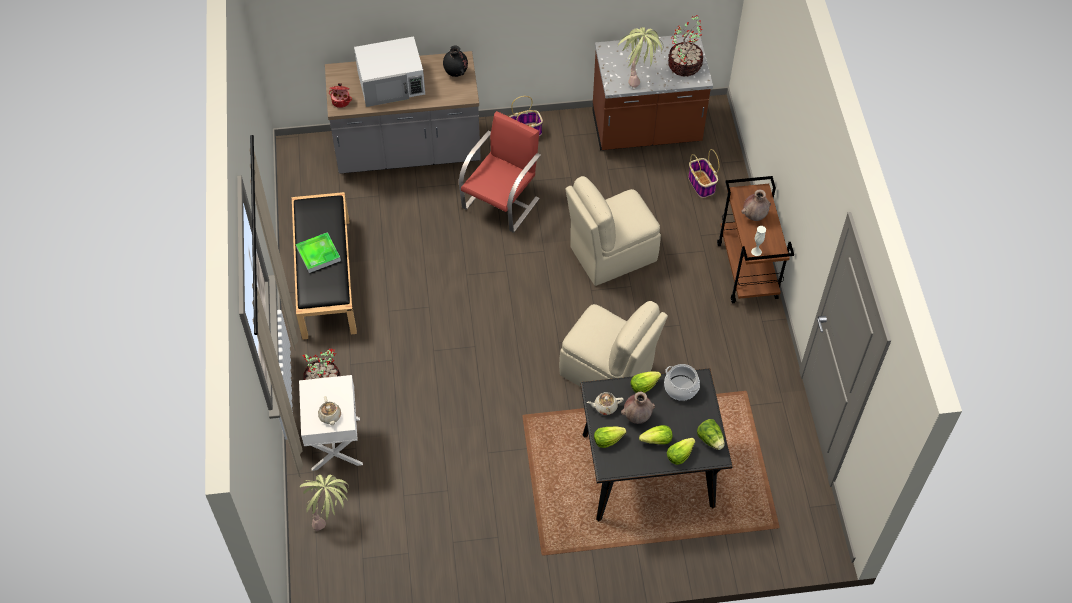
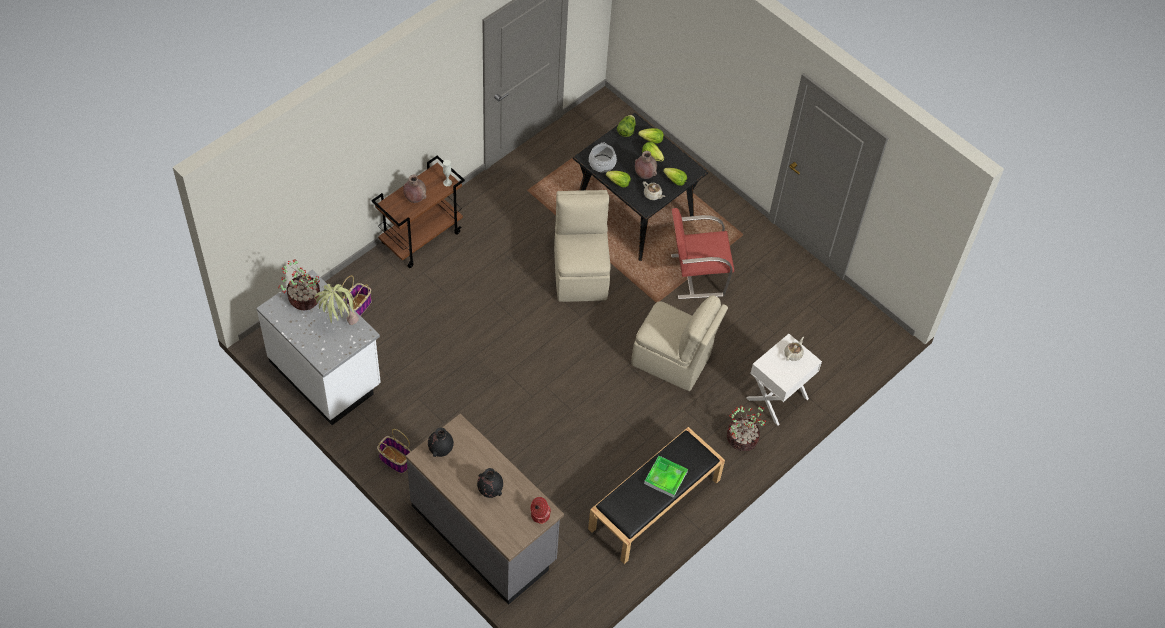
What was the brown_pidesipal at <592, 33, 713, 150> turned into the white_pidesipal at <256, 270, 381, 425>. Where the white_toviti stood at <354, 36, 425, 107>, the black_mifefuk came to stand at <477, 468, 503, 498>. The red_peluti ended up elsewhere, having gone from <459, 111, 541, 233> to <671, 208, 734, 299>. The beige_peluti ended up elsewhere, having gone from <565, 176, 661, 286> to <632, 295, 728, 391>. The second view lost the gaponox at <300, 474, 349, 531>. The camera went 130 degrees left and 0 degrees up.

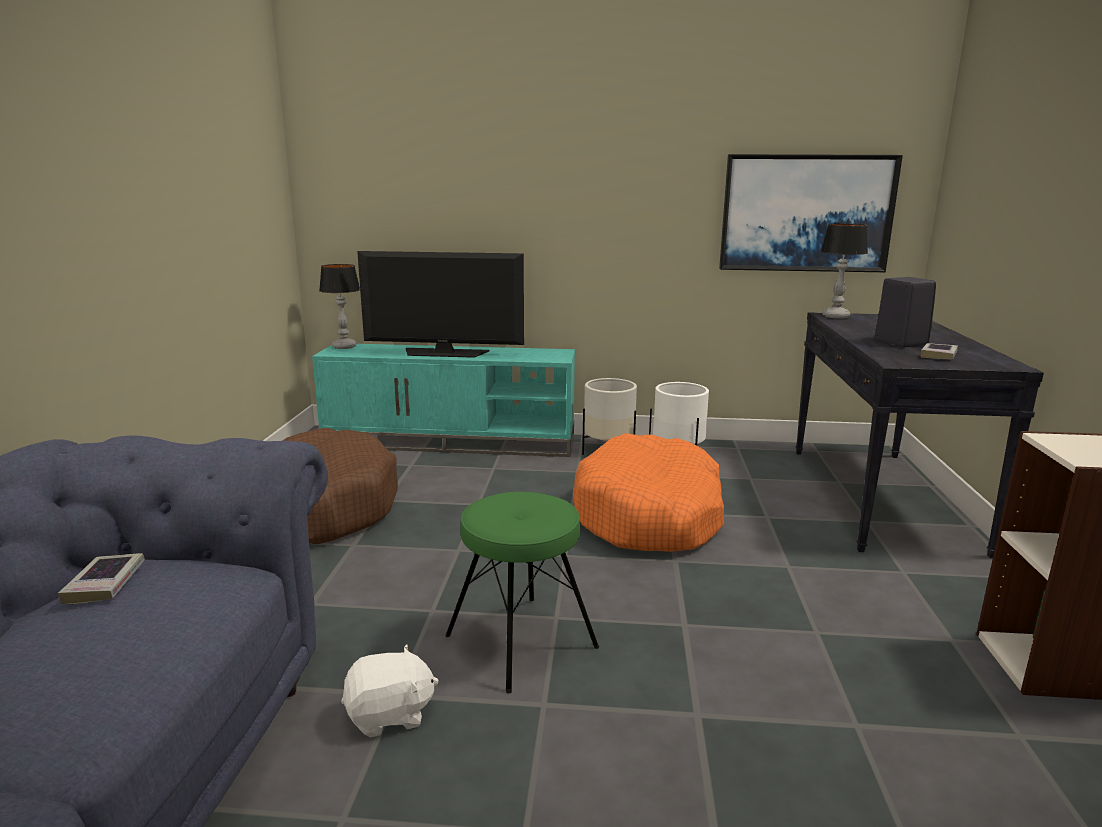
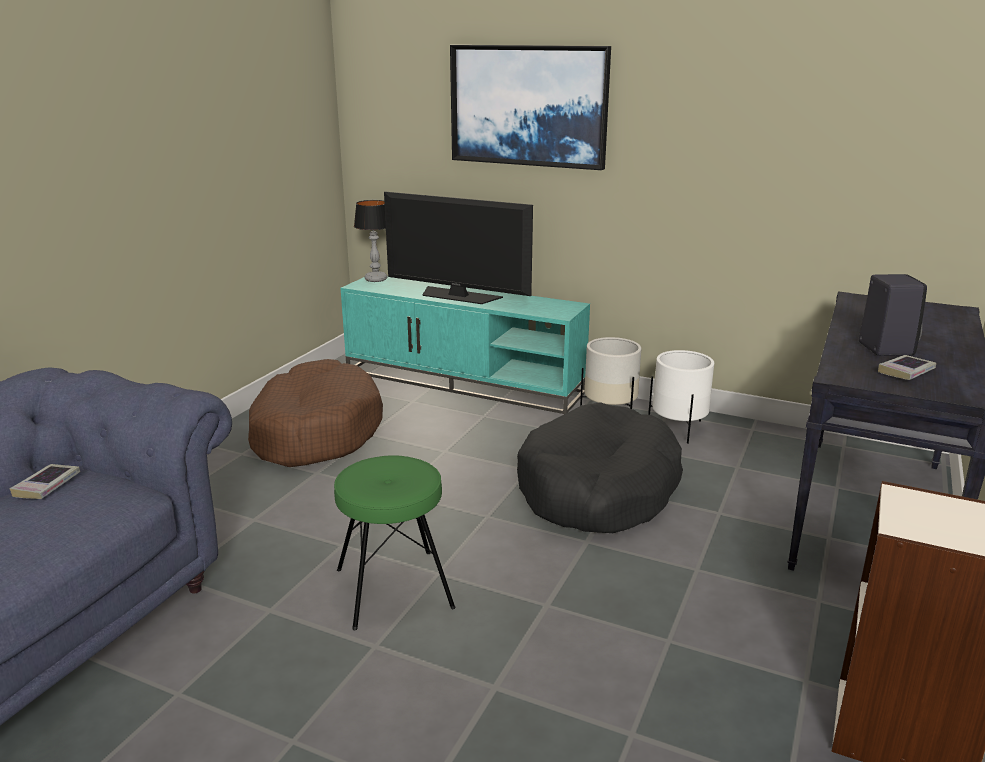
The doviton ended up elsewhere, having gone from <719, 154, 903, 272> to <450, 45, 611, 170>. The second view lost the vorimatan at <820, 224, 868, 319>. What was the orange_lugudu at <573, 433, 724, 552> turned into the black_lugudu at <517, 402, 683, 533>. The second view lost the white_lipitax at <341, 644, 439, 737>. The camera went 20 degrees right and 5 degrees up.

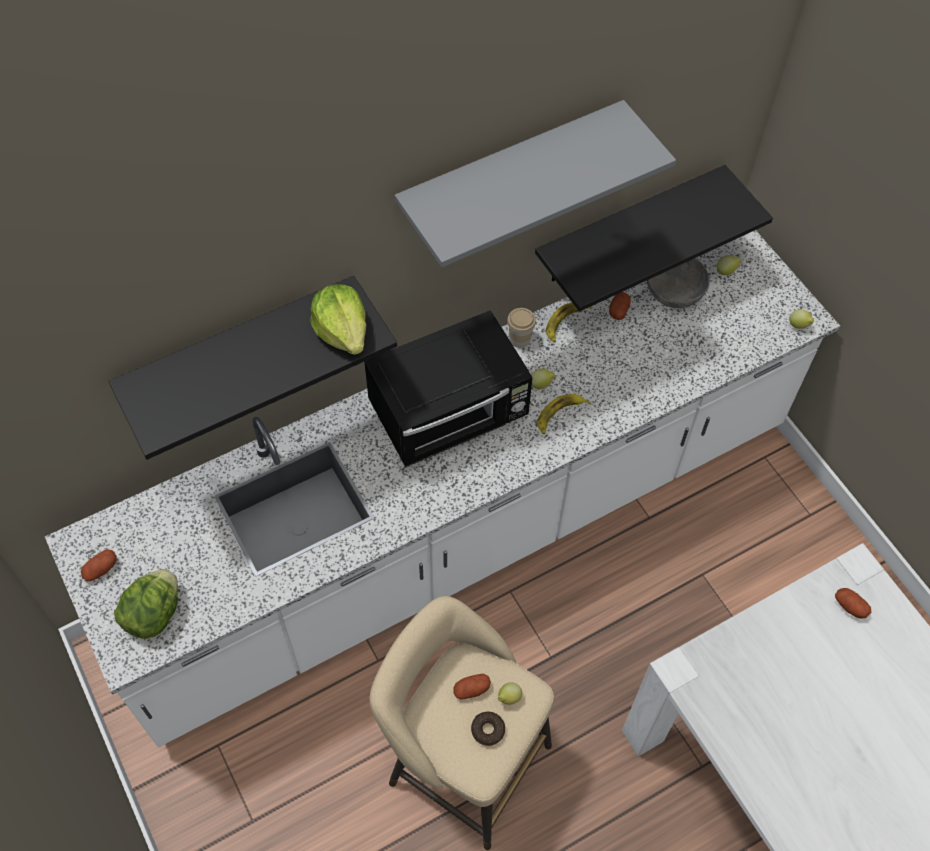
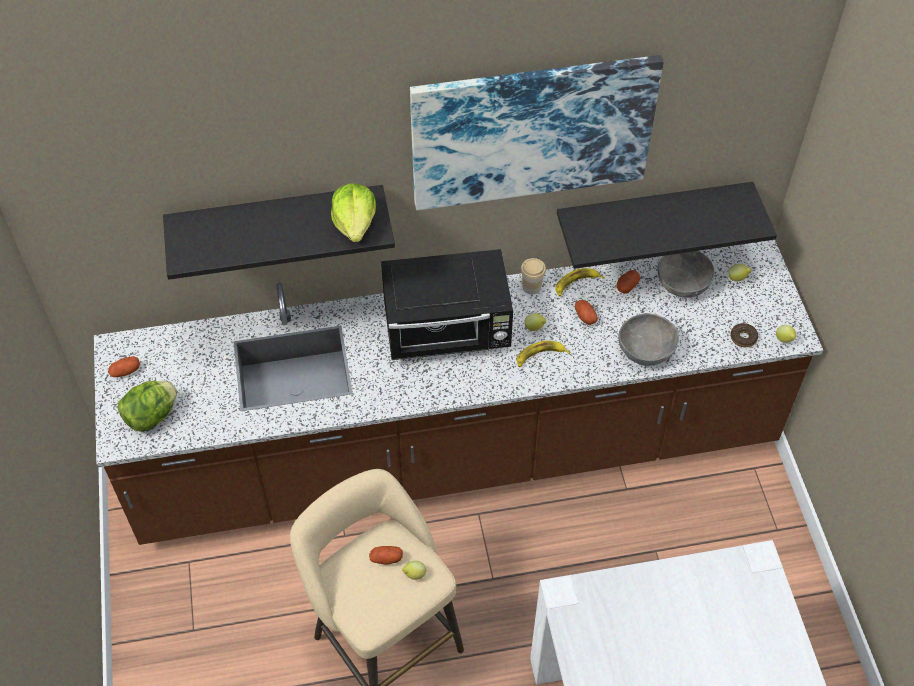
Where the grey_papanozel hung at <395, 100, 676, 267>, the doviton came to hang at <410, 55, 664, 210>. What was the white_pidesipal at <45, 230, 840, 747> turned into the brown_pidesipal at <94, 240, 823, 545>. The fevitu ended up elsewhere, having gone from <835, 588, 871, 619> to <575, 300, 598, 325>. The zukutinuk ended up elsewhere, having gone from <471, 712, 505, 746> to <731, 323, 758, 347>. The second view gained the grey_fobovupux at <619, 313, 679, 366>. The camera went 20 degrees right and 5 degrees down.

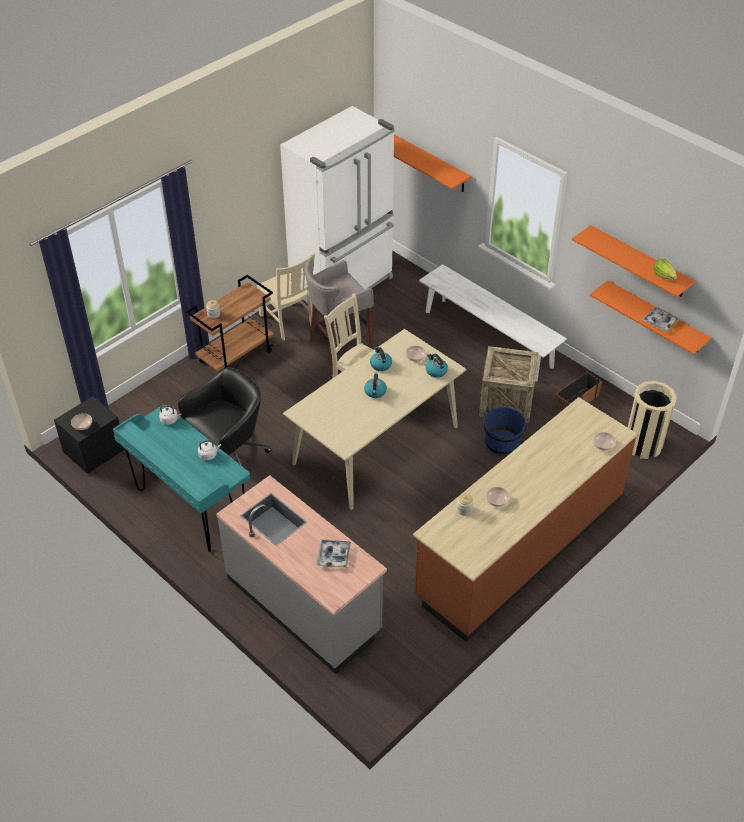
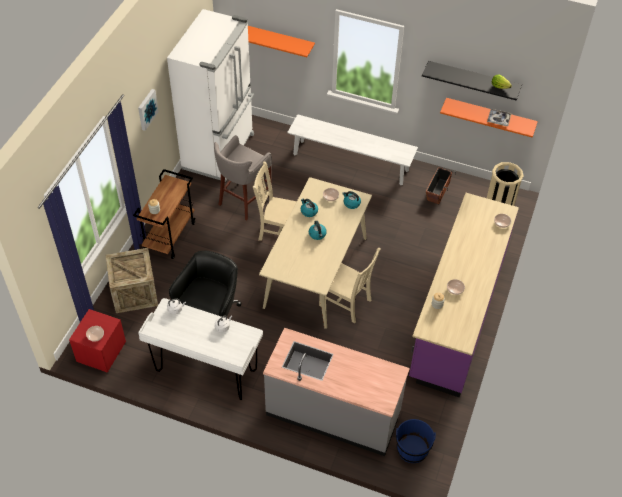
What was the orange_papanozel at <572, 225, 695, 297> turned into the black_papanozel at <422, 61, 522, 101>. The beige_peluti ended up elsewhere, having gone from <257, 253, 315, 340> to <319, 248, 381, 324>. The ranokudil ended up elsewhere, having gone from <479, 346, 539, 423> to <105, 248, 158, 313>. What was the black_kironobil at <54, 396, 125, 474> turned into the red_kironobil at <69, 309, 126, 373>. What was the brown_pidesipal at <413, 397, 637, 642> turned into the purple_pidesipal at <409, 193, 519, 397>. What was the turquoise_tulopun at <113, 406, 250, 552> turned into the white_tulopun at <138, 298, 263, 400>. The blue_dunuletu ended up elsewhere, having gone from <484, 407, 526, 456> to <396, 419, 436, 463>. The second view lost the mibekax at <316, 539, 351, 568>. The second view gained the doviton at <138, 89, 159, 131>. The camera went 25 degrees left and 5 degrees up.

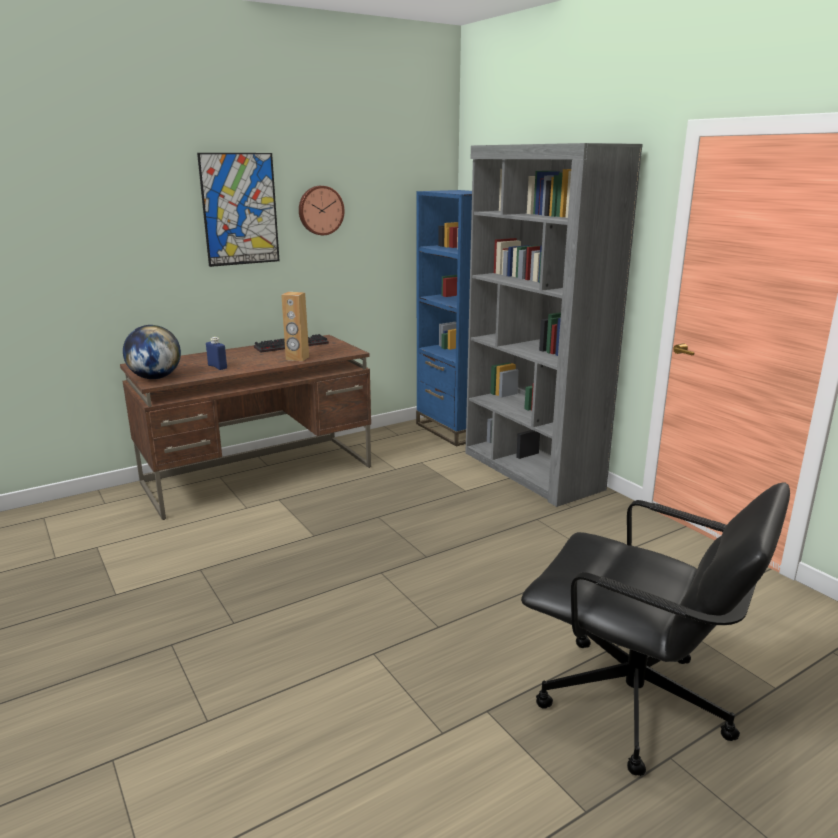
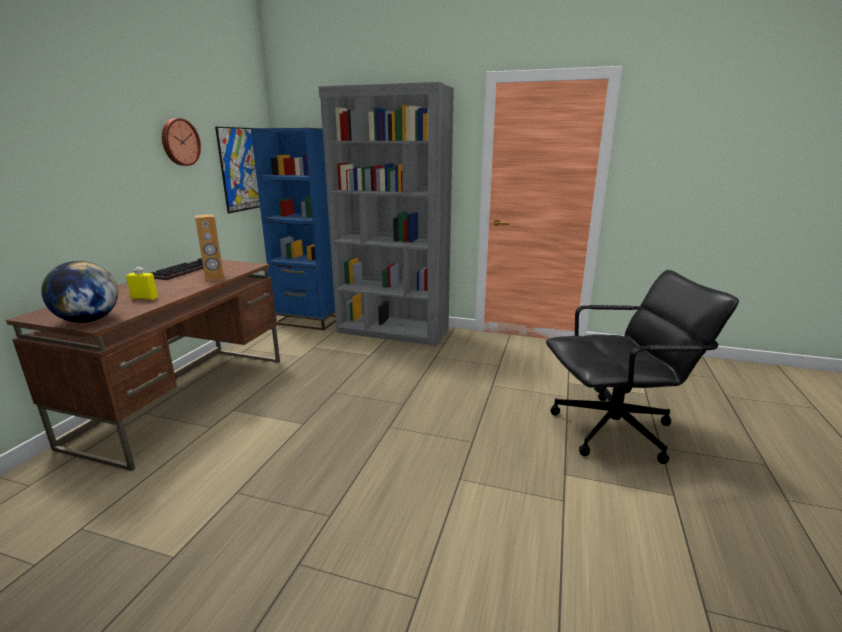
The doviton ended up elsewhere, having gone from <197, 153, 280, 267> to <215, 127, 260, 214>. What was the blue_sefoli at <206, 337, 227, 370> turned into the yellow_sefoli at <126, 267, 158, 300>. The camera went 40 degrees left and 0 degrees up.

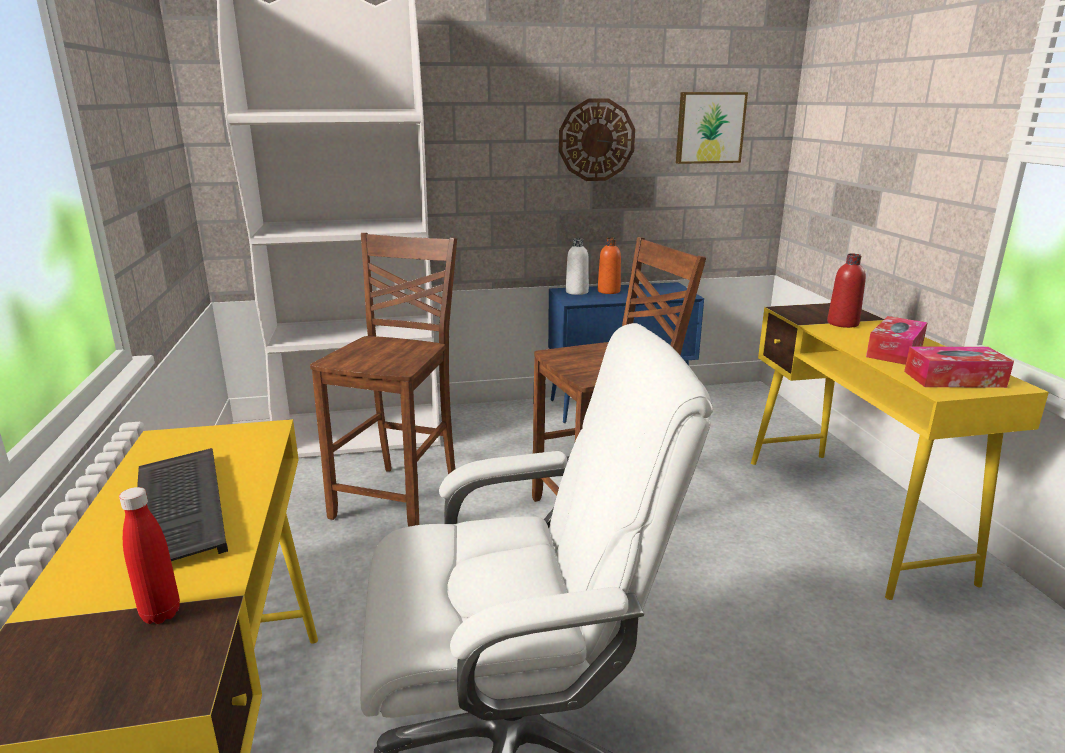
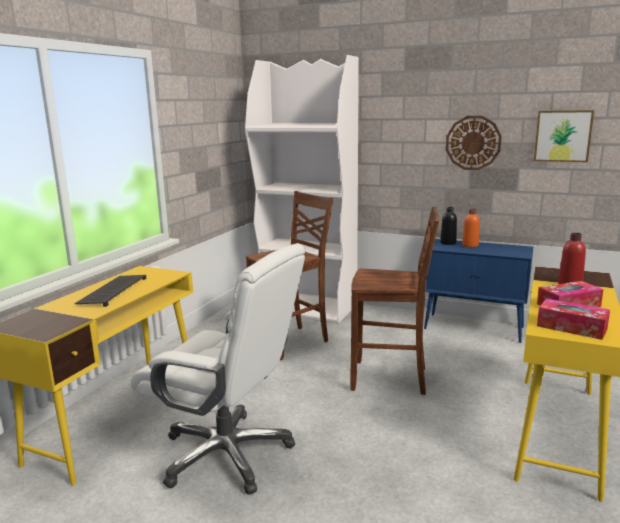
What was the white_sefoli at <566, 238, 589, 295> turned into the black_sefoli at <440, 207, 457, 245>. The second view lost the red_sefoli at <119, 487, 180, 624>. The camera went 35 degrees right and 5 degrees down.

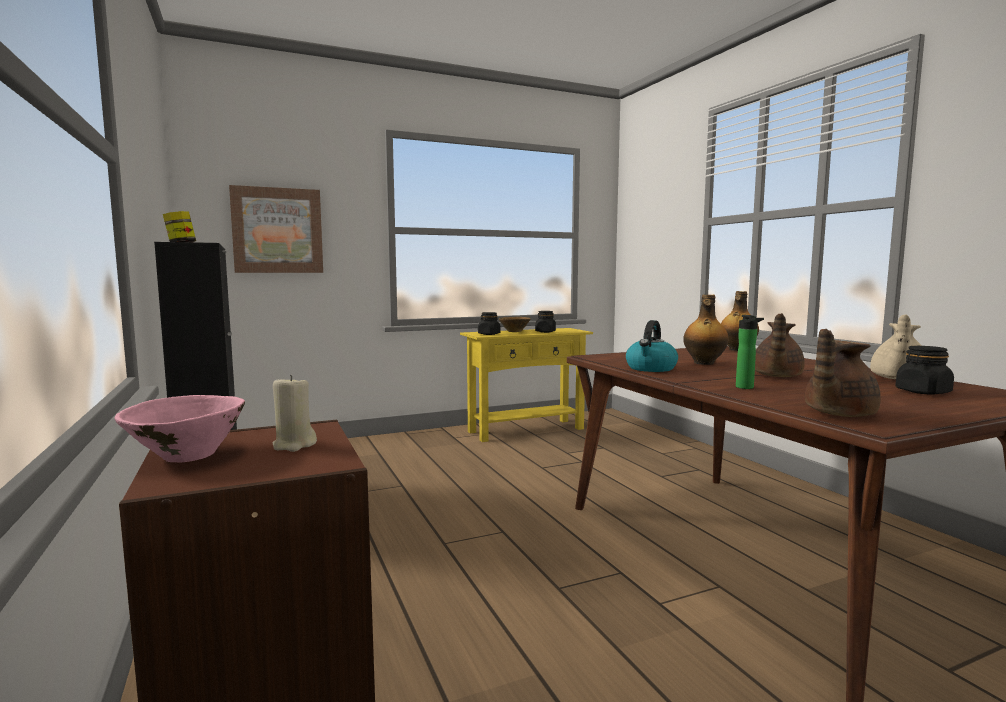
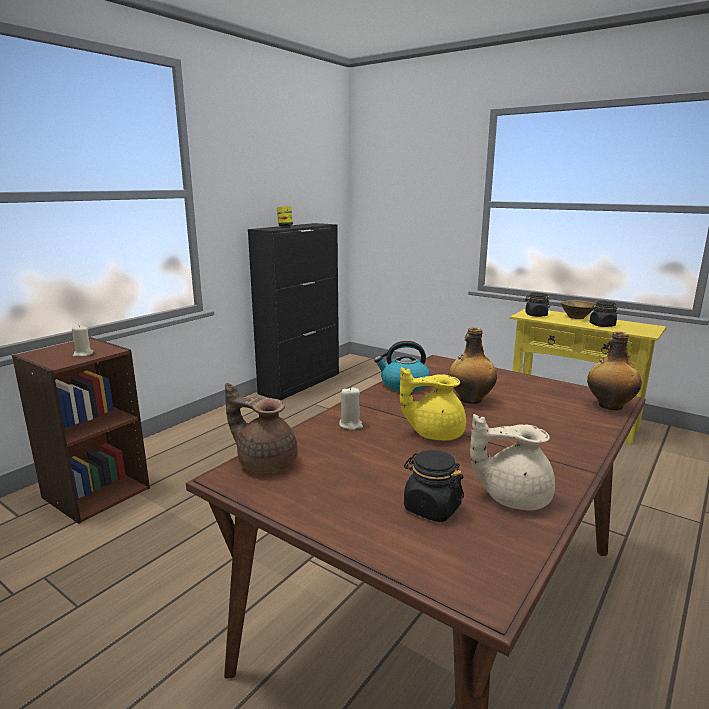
The second view lost the doviton at <229, 185, 323, 273>. What was the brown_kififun at <755, 313, 805, 377> turned into the yellow_kififun at <400, 367, 466, 440>. Where the sefoli stood at <736, 315, 764, 389>, the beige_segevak came to stand at <339, 386, 363, 430>. The second view lost the pink_fobovupux at <114, 395, 245, 462>. The camera went 60 degrees right and 10 degrees up.

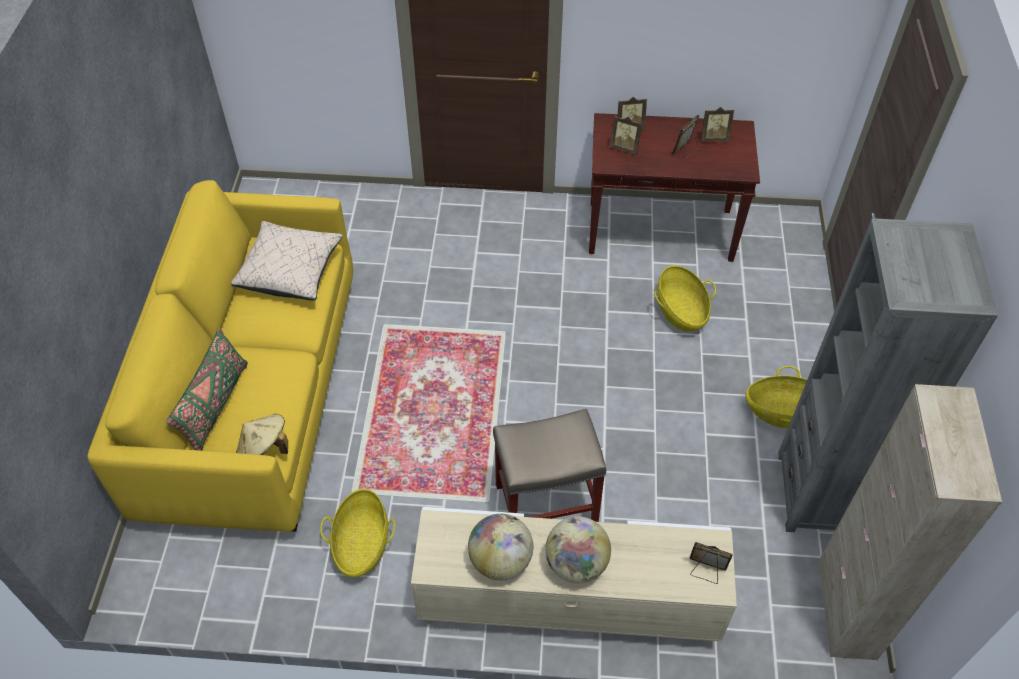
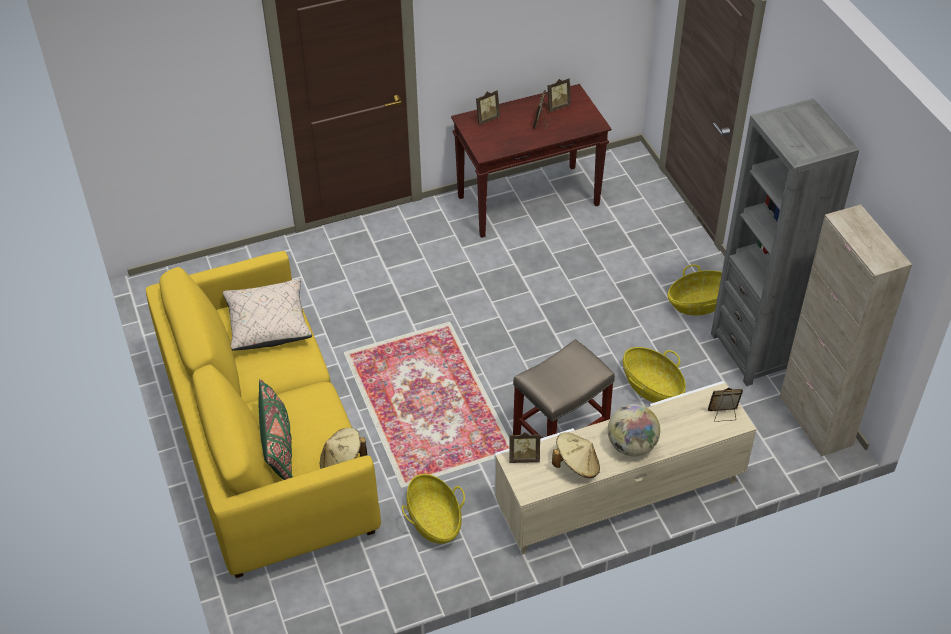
The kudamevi ended up elsewhere, having gone from <610, 116, 642, 155> to <509, 432, 540, 463>. The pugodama ended up elsewhere, having gone from <654, 265, 716, 332> to <623, 347, 686, 403>. Where the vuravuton stood at <468, 514, 533, 580>, the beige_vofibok came to stand at <552, 432, 600, 478>. The camera went 25 degrees left and 5 degrees down.

